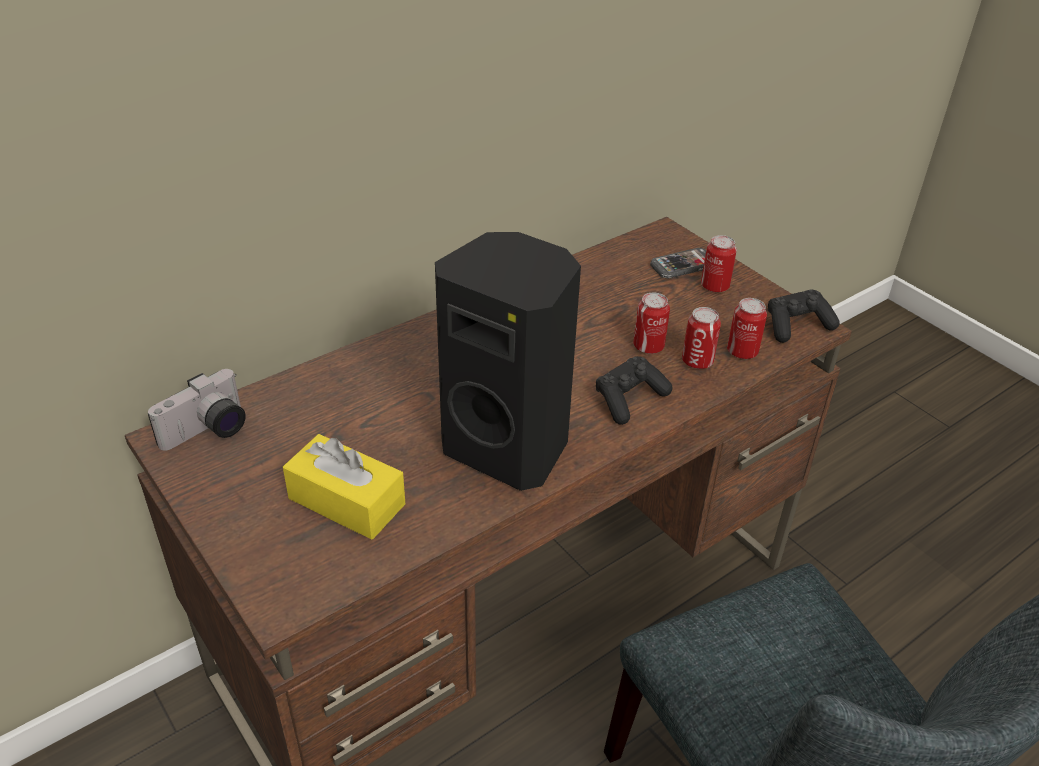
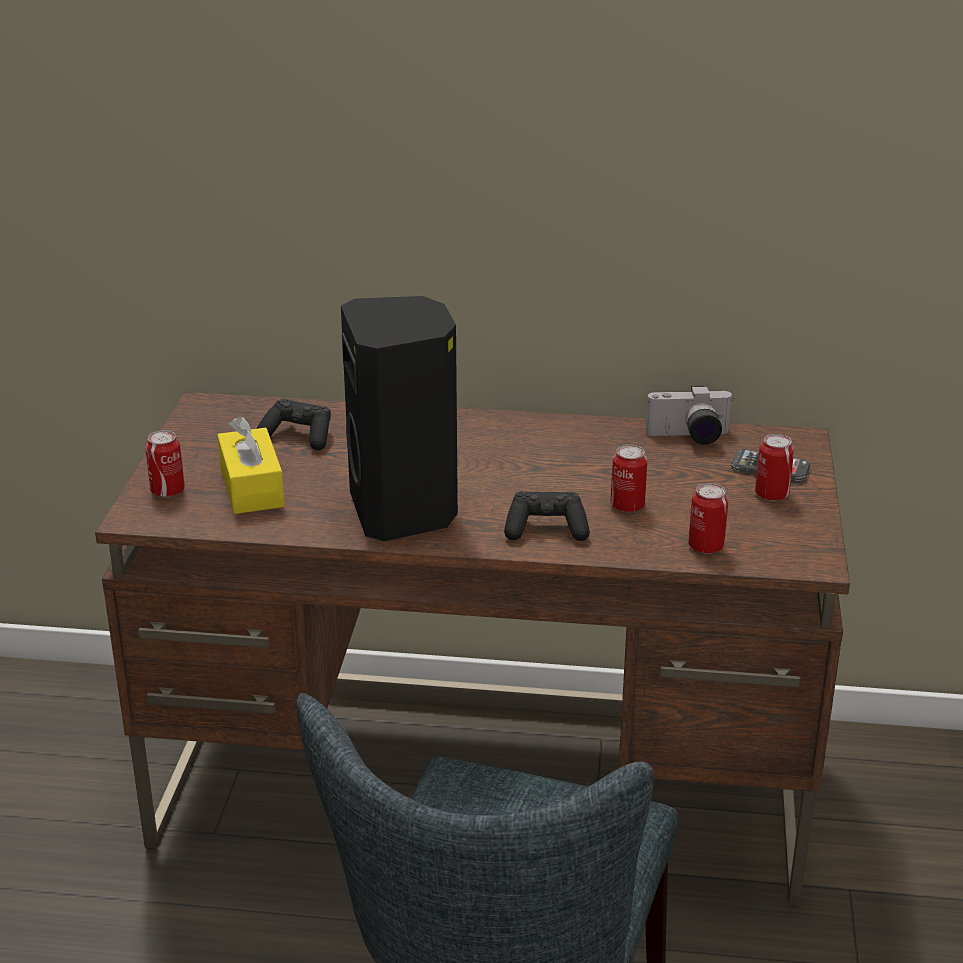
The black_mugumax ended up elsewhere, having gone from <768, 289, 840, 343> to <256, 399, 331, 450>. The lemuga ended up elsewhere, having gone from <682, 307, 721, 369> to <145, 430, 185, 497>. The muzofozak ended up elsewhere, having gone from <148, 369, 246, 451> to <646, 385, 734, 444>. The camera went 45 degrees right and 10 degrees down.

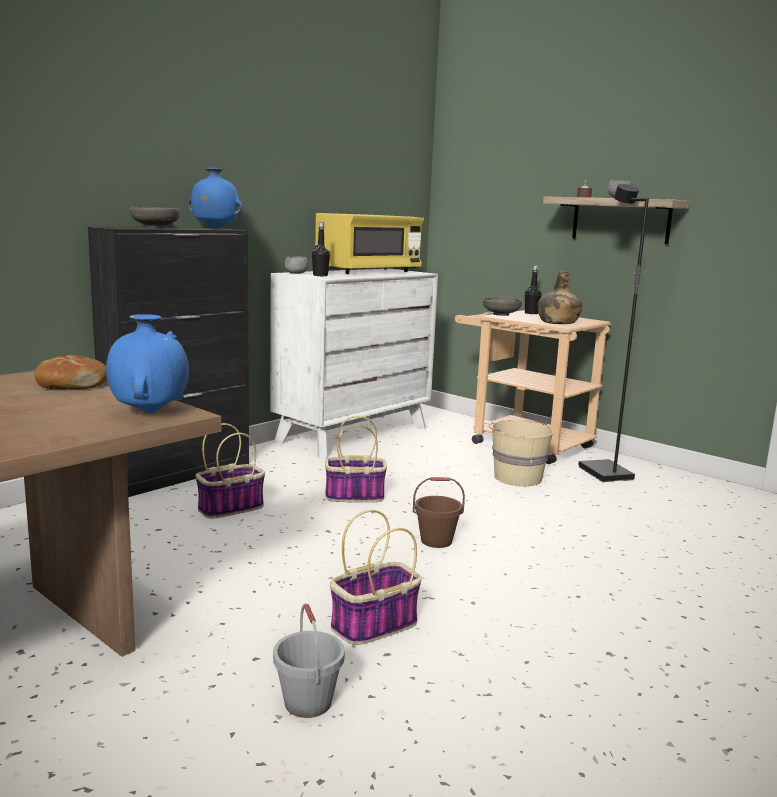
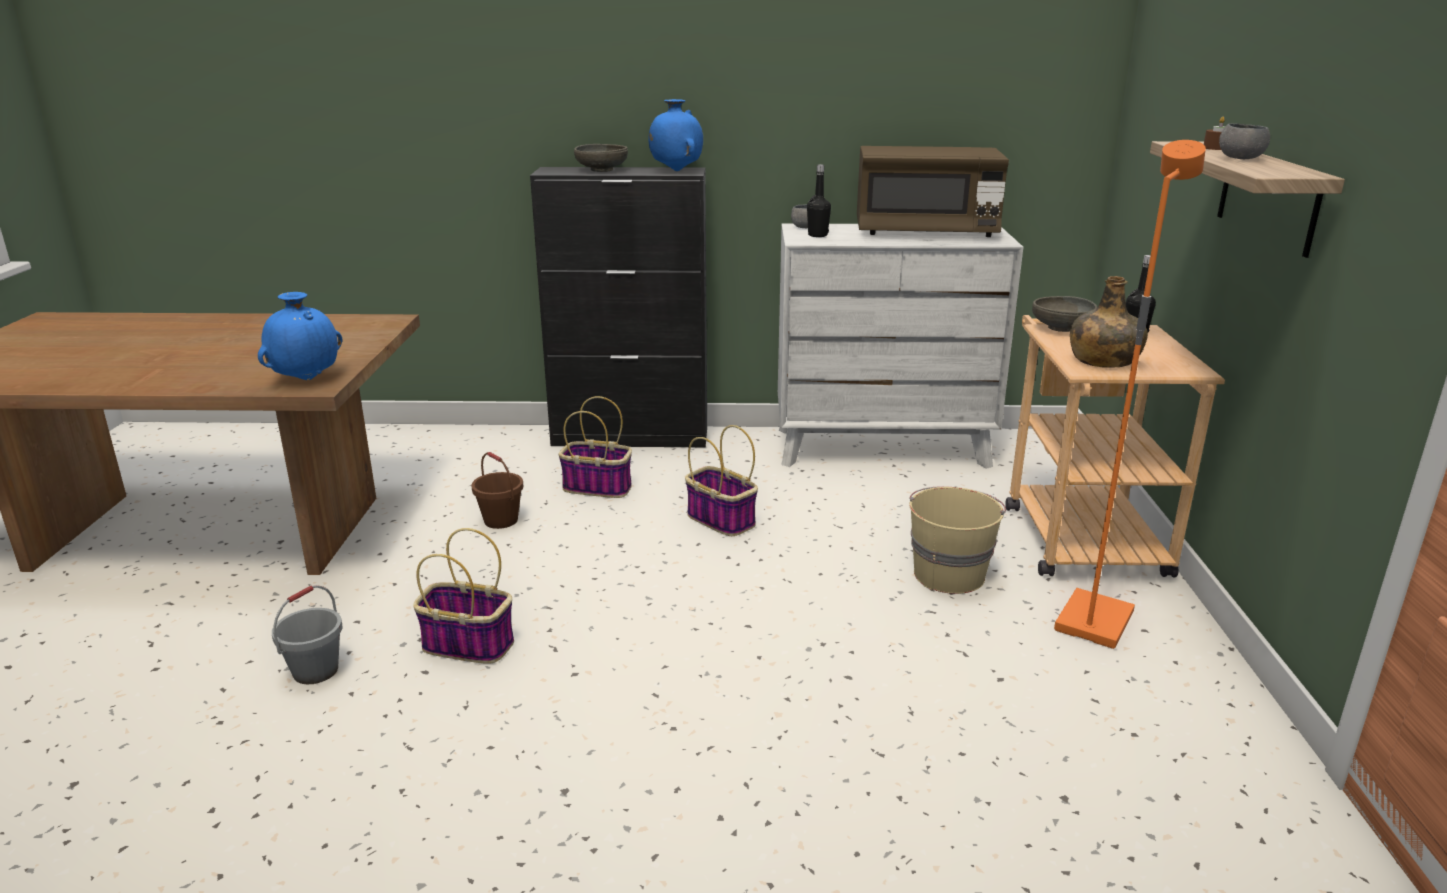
What was the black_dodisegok at <578, 184, 649, 482> turned into the orange_dodisegok at <1054, 140, 1206, 649>. What was the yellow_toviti at <315, 213, 424, 274> turned into the brown_toviti at <857, 146, 1009, 237>. The second view lost the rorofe at <34, 355, 107, 390>. The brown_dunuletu ended up elsewhere, having gone from <413, 477, 465, 548> to <471, 452, 523, 529>. The camera went 50 degrees right and 10 degrees up.

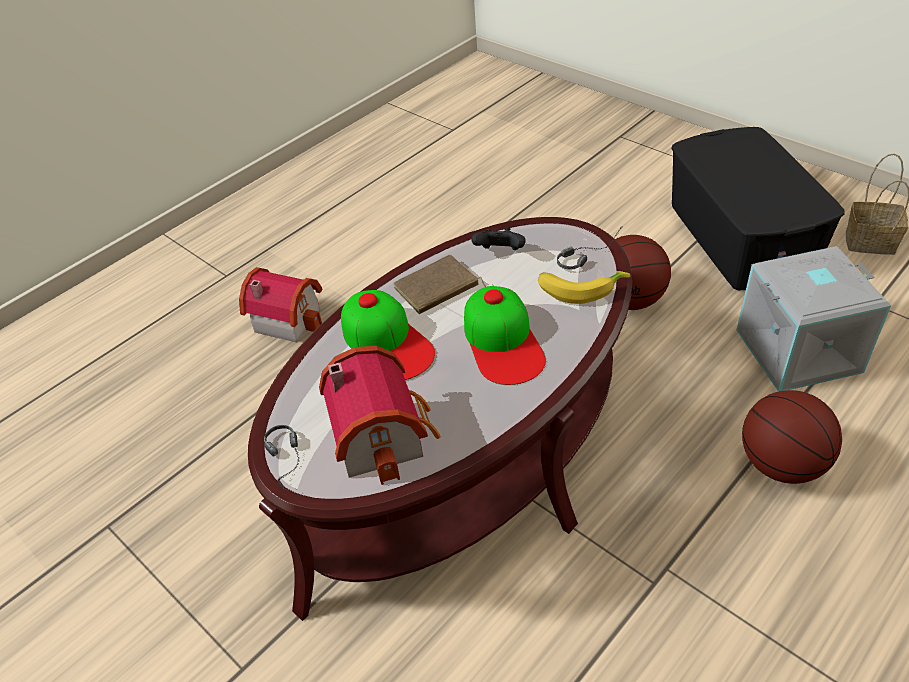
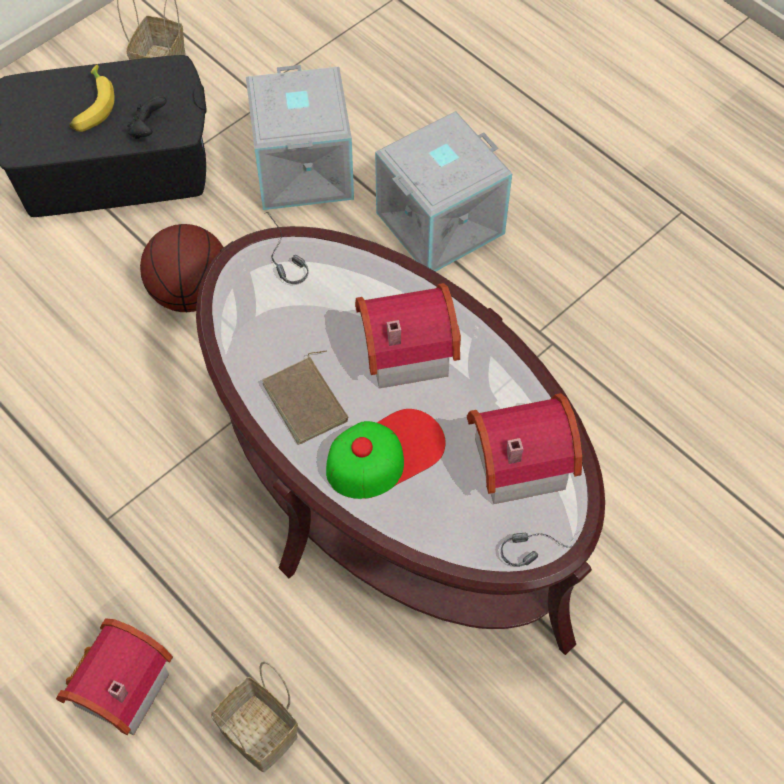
The black_mugumax ended up elsewhere, having gone from <472, 228, 526, 250> to <127, 95, 167, 139>. The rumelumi ended up elsewhere, having gone from <538, 271, 630, 304> to <69, 65, 115, 132>. Where the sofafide stood at <464, 286, 546, 385>, the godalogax came to stand at <355, 283, 461, 388>. Where the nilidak stood at <742, 390, 842, 484>, the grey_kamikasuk came to stand at <375, 111, 512, 272>. The second view gained the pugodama at <211, 661, 298, 772>. The camera went 90 degrees left and 15 degrees up.

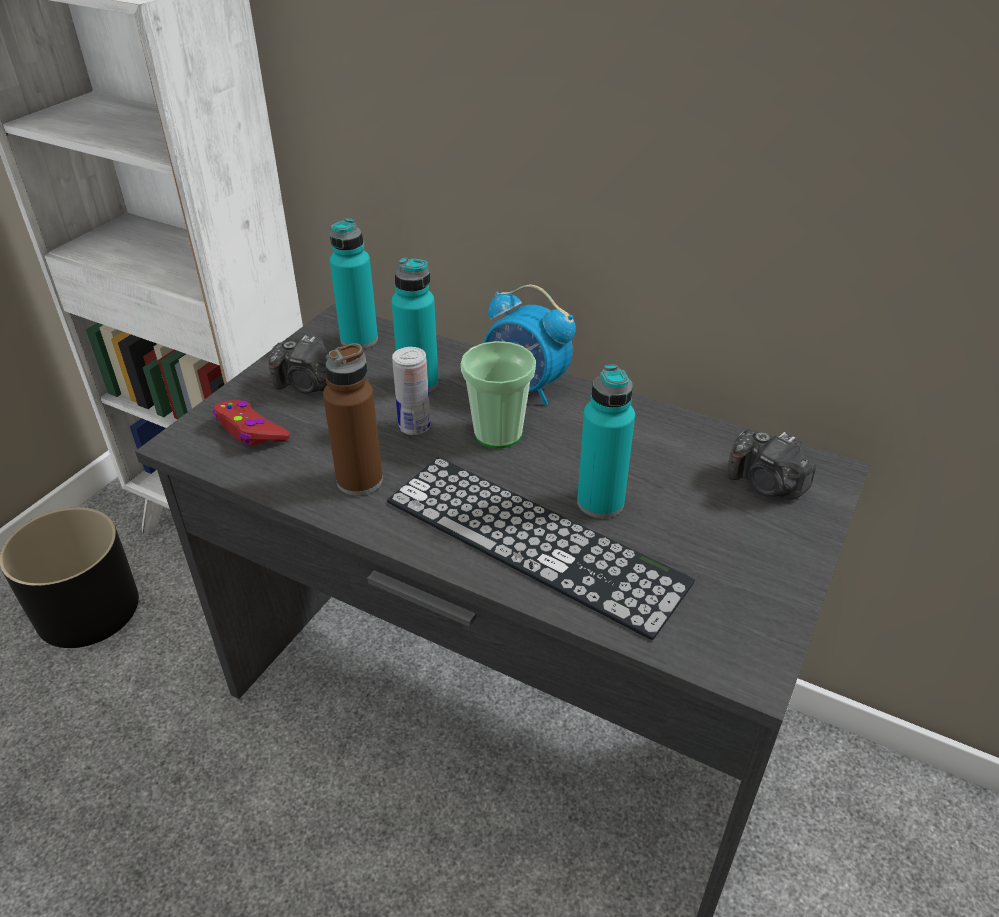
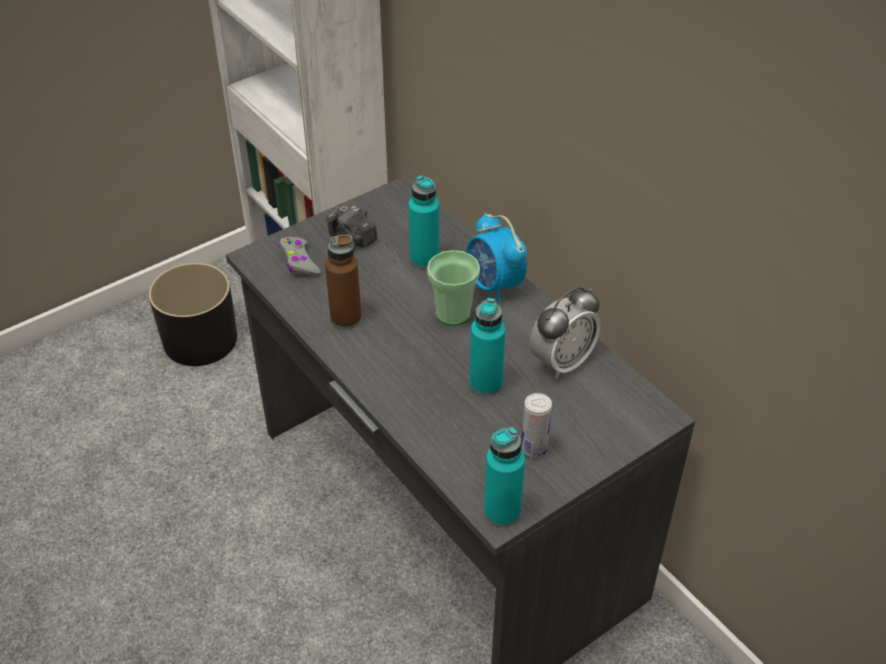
The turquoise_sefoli ended up elsewhere, having gone from <330, 218, 378, 349> to <484, 427, 525, 527>. The lemuga ended up elsewhere, having gone from <392, 347, 431, 435> to <521, 393, 552, 458>. What was the red_mugumax at <213, 400, 290, 445> turned into the grey_mugumax at <279, 237, 321, 276>. The second view lost the muzofozak at <727, 429, 816, 500>. The second view lost the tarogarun at <387, 457, 695, 640>. The second view gained the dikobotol at <529, 287, 600, 379>. The camera went 25 degrees right and 5 degrees up.

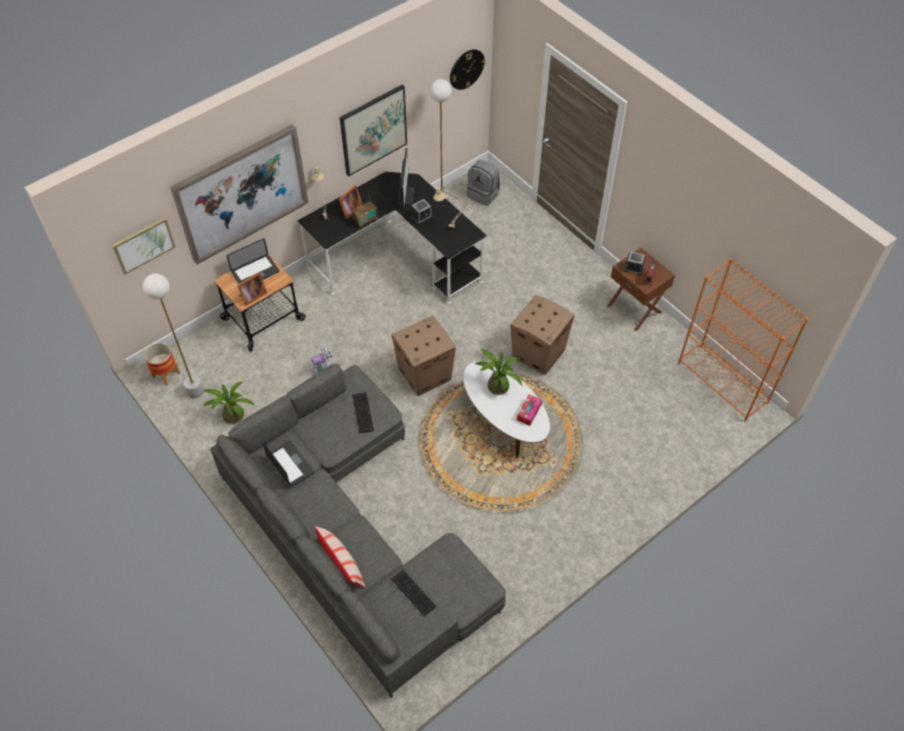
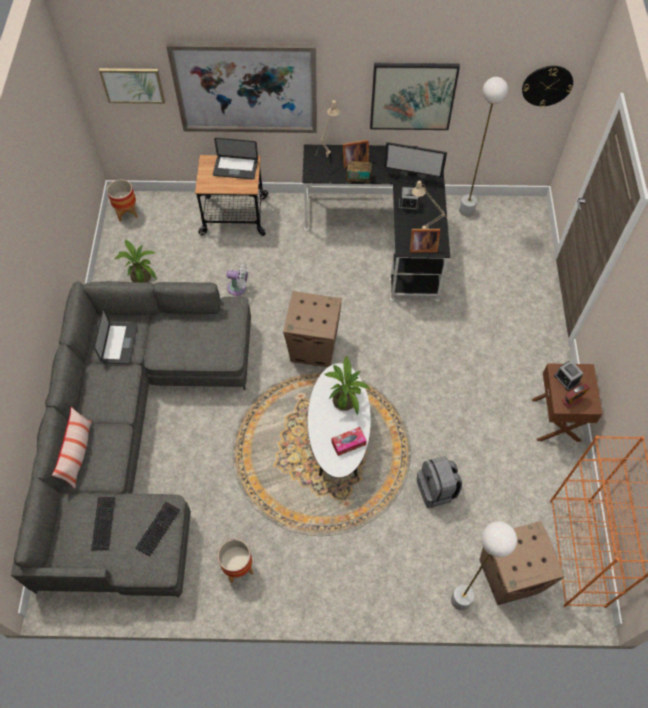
The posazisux at <397, 148, 414, 211> ended up facing another way, 60 degrees clockwise from before. The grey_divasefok ended up elsewhere, having gone from <467, 160, 500, 206> to <417, 456, 462, 508>. The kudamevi ended up elsewhere, having gone from <237, 272, 267, 306> to <410, 229, 440, 253>. The white_dodisegok ended up elsewhere, having gone from <143, 273, 204, 399> to <451, 521, 517, 610>. The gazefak ended up elsewhere, having gone from <510, 295, 575, 375> to <479, 521, 565, 605>. The tarogarun ended up elsewhere, having gone from <352, 392, 374, 434> to <135, 502, 180, 557>. The second view gained the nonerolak at <218, 539, 253, 583>. The camera went 40 degrees right and 5 degrees up.

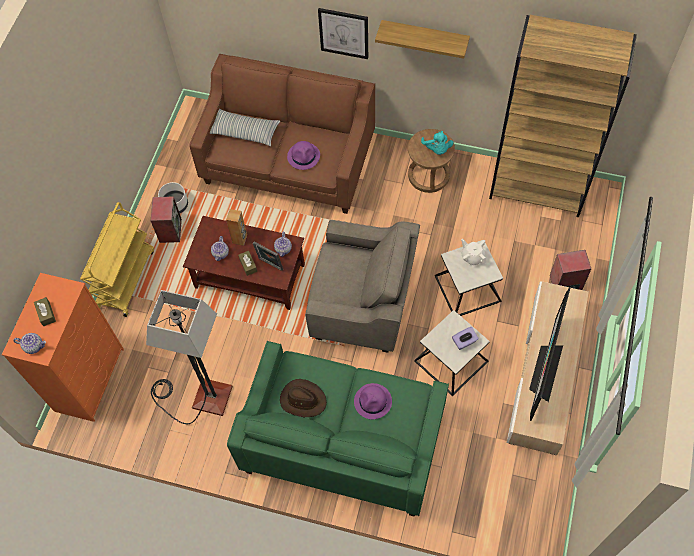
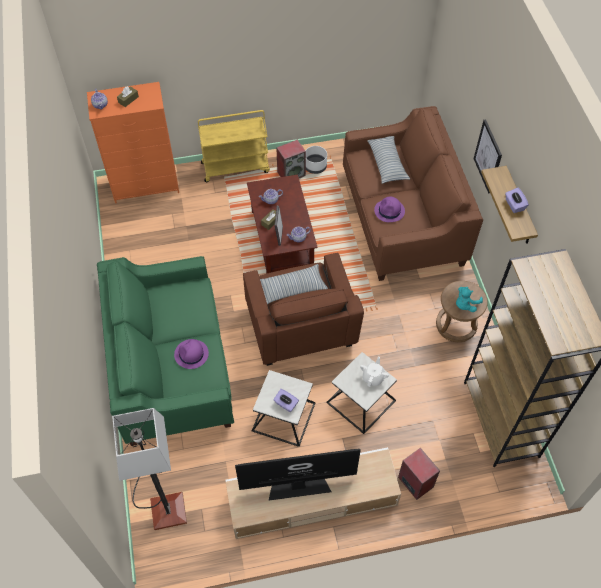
The second view lost the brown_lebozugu at <226, 209, 247, 246>. What was the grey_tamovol at <305, 220, 420, 353> turned into the brown_tamovol at <243, 253, 364, 366>. The dodisegok ended up elsewhere, having gone from <146, 290, 233, 424> to <112, 408, 187, 530>. The second view lost the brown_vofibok at <280, 379, 327, 417>. The second view gained the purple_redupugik at <505, 188, 529, 213>. The second view gained the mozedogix at <260, 264, 328, 304>. The camera went 60 degrees right and 5 degrees down.

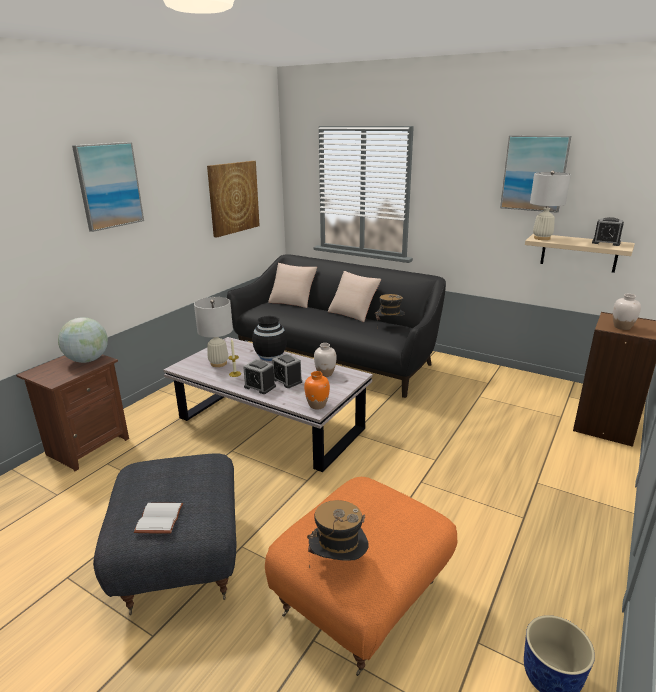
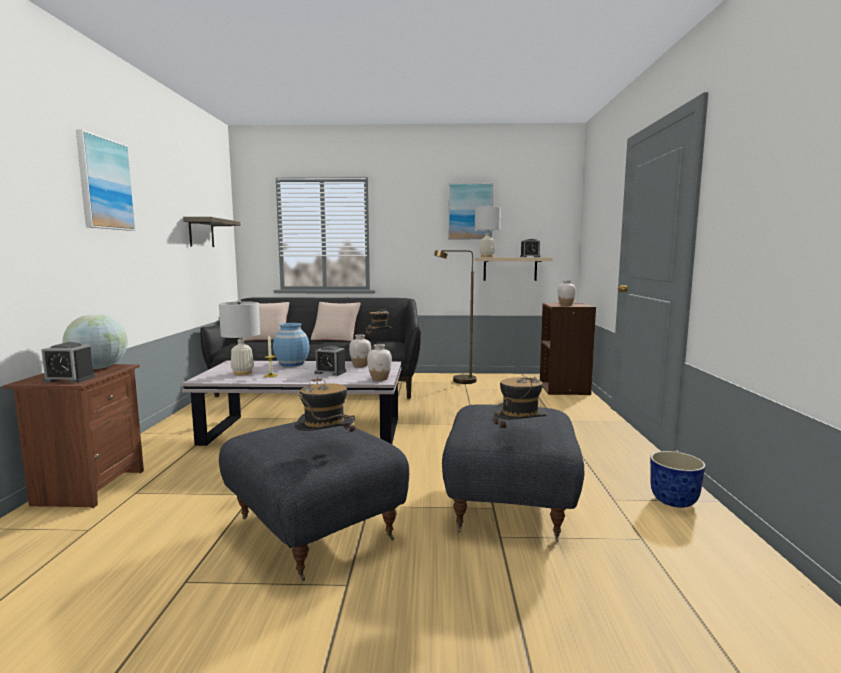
Where the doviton hung at <207, 161, 260, 238>, the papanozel came to hang at <183, 217, 240, 247>. What was the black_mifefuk at <252, 316, 287, 361> turned into the blue_mifefuk at <273, 323, 310, 367>. The dikobotol ended up elsewhere, having gone from <243, 359, 276, 394> to <41, 342, 96, 383>. What was the orange_mifefuk at <304, 371, 330, 409> turned into the white_mifefuk at <367, 344, 392, 381>. What was the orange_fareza at <265, 477, 458, 676> turned into the grey_fareza at <442, 404, 584, 542>. Where the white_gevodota stood at <134, 503, 183, 533>, the vofibok came to stand at <294, 377, 355, 441>. The second view gained the brown_dodisegok at <434, 250, 476, 384>. The camera went 30 degrees left and 15 degrees down.

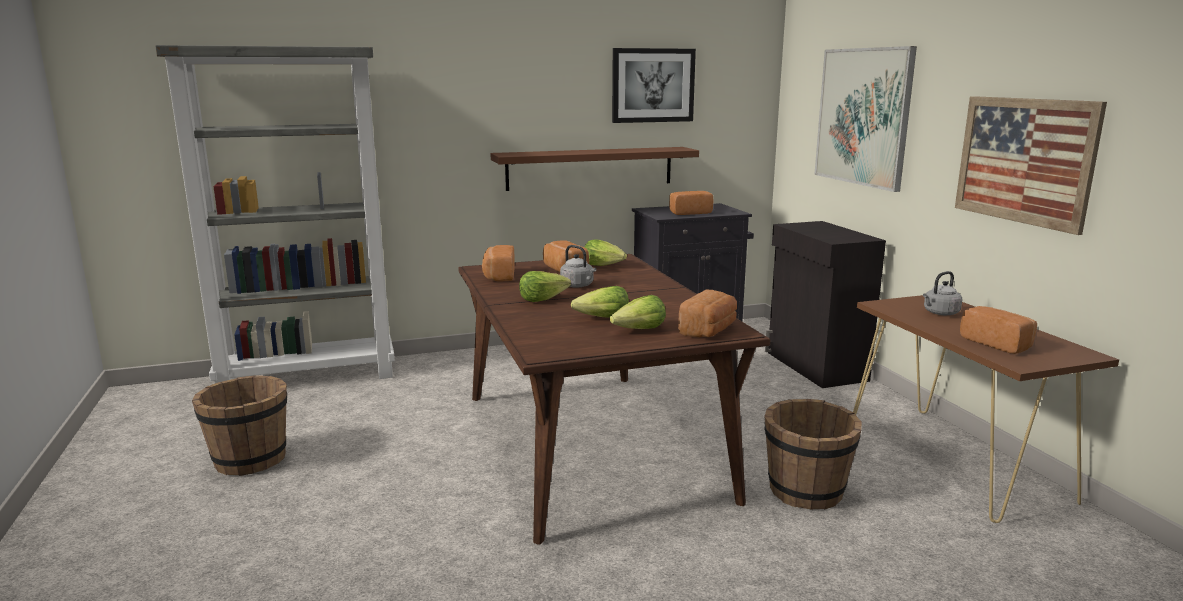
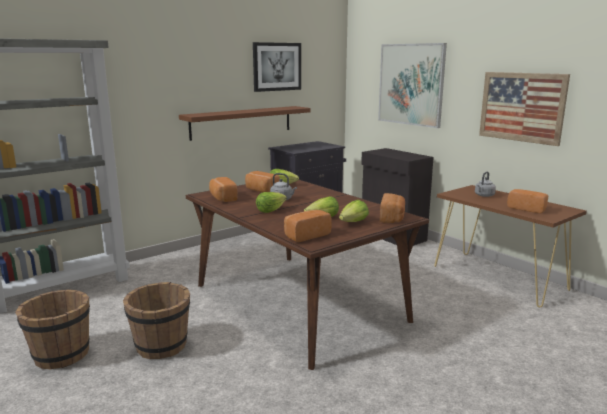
The rorofe ended up elsewhere, having gone from <669, 191, 713, 215> to <284, 210, 332, 242>. The brown_dunuletu ended up elsewhere, having gone from <764, 399, 862, 509> to <123, 282, 190, 359>. The camera went 20 degrees left and 0 degrees up.

